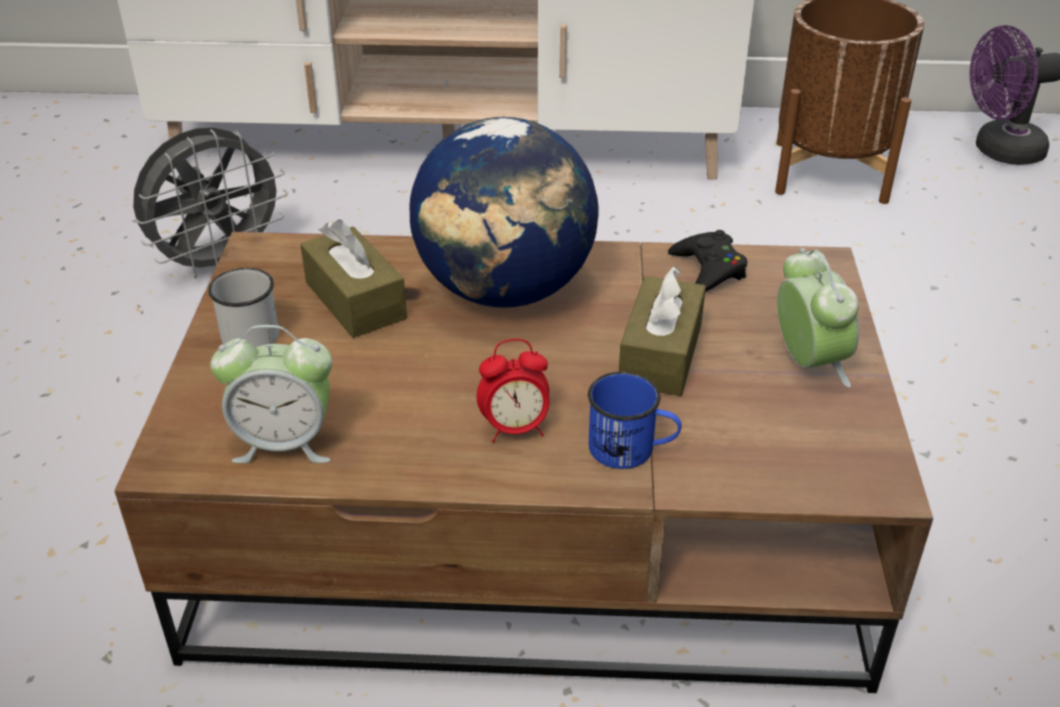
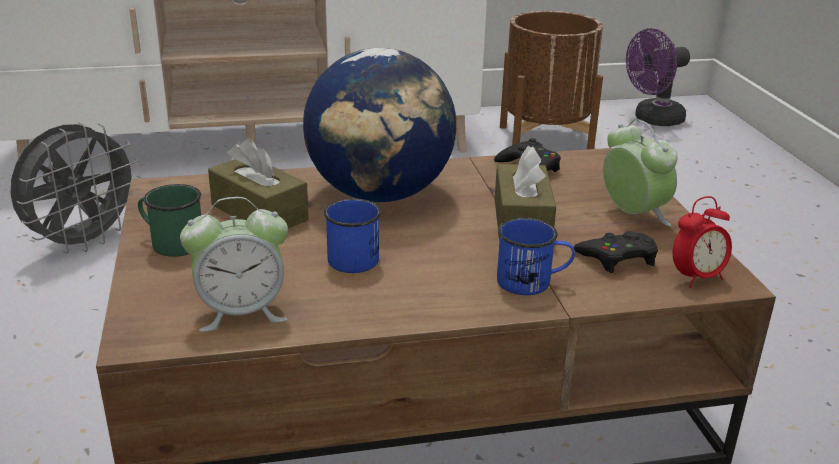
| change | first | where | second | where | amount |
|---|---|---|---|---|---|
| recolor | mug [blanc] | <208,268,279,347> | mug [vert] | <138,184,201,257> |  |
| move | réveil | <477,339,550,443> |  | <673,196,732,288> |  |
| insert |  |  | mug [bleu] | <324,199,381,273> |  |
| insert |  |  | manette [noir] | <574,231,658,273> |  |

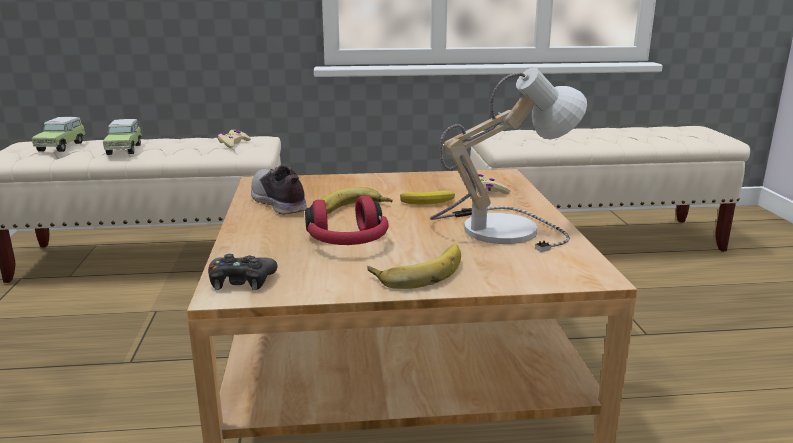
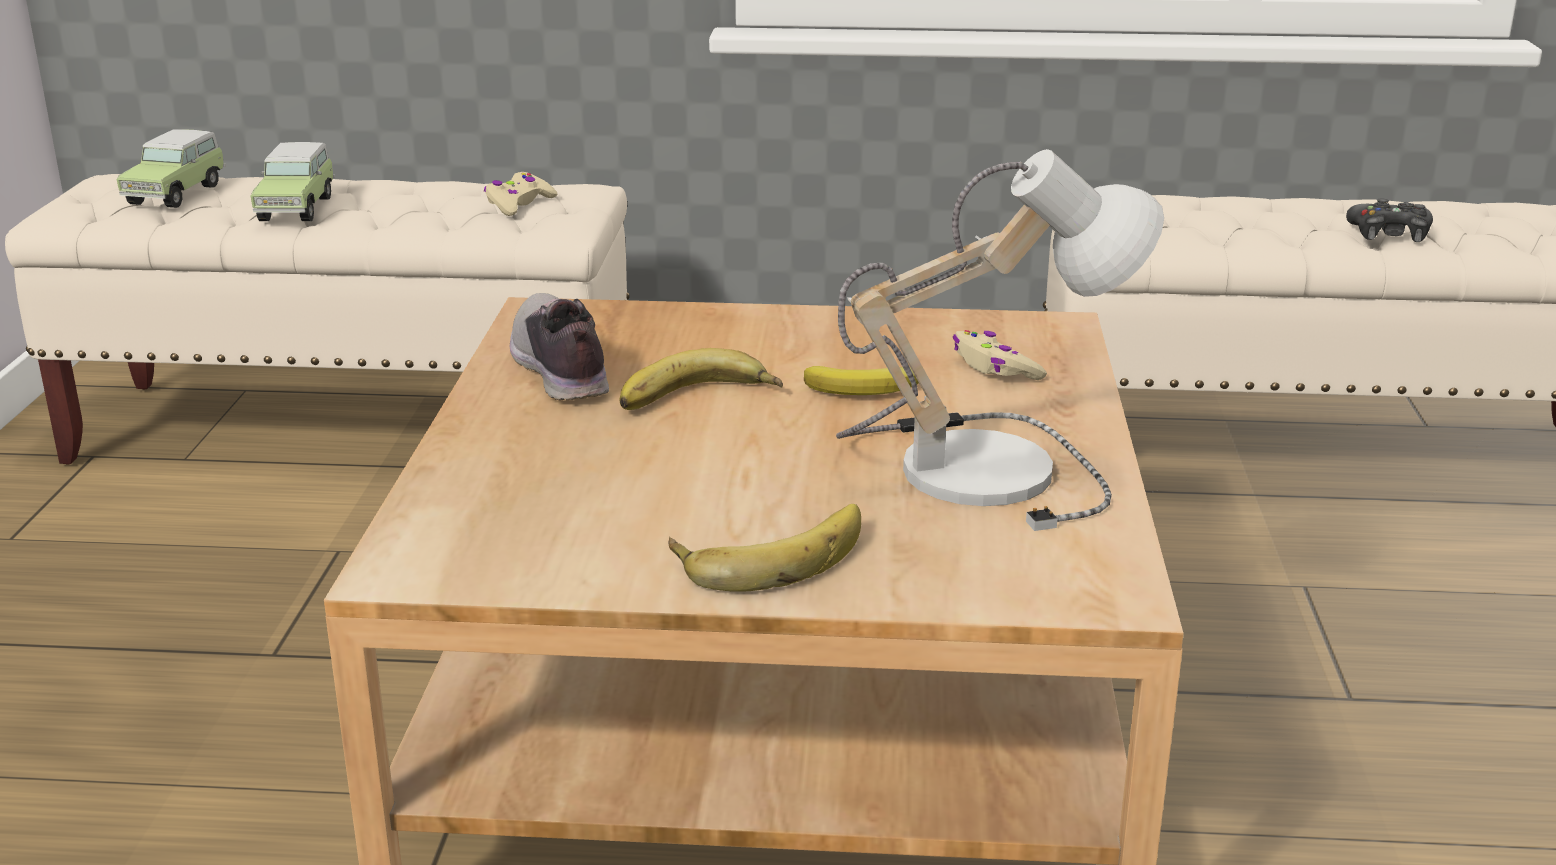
| change | first | where | second | where | amount |
|---|---|---|---|---|---|
| delete | casque audio [rouge] | <305,196,389,245> |  |  |  |
| move | manette [noir] | <208,254,277,290> |  | <1346,198,1433,242> |  |

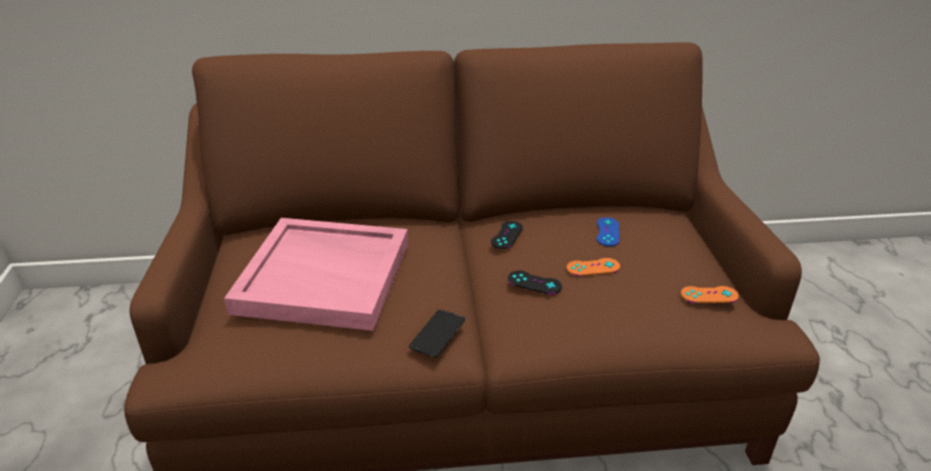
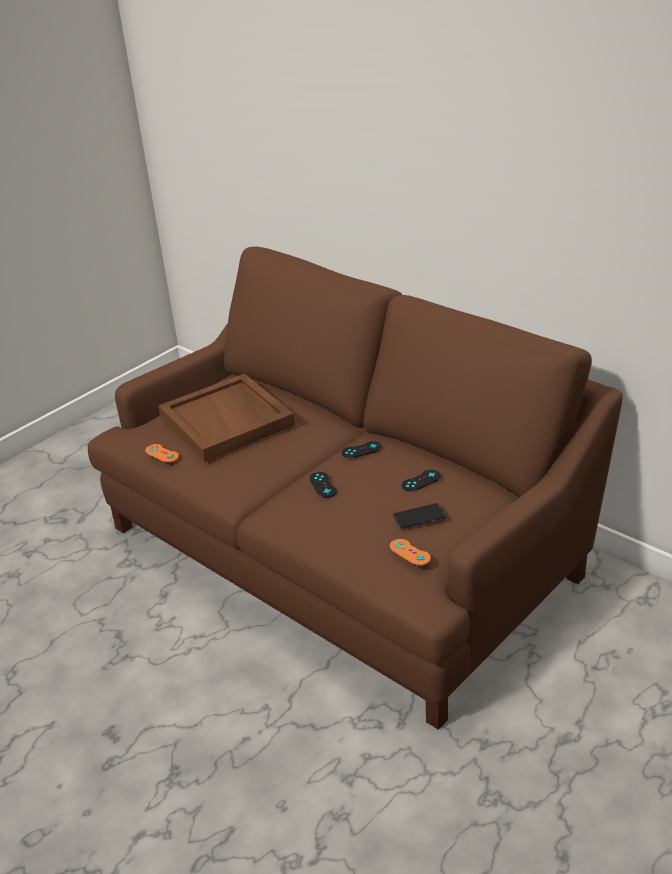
| change | first | where | second | where | amount |
|---|---|---|---|---|---|
| recolor | manette [bleu] | <597,217,619,246> | manette [noir] | <402,470,441,491> |  |
| recolor | plateau [rose] | <224,218,408,331> | plateau [marron] | <158,373,295,462> |  |
| move | manette [orange] | <567,258,620,276> |  | <145,444,179,463> |  |
| move | téléphone | <409,310,465,357> |  | <393,503,446,528> |  |

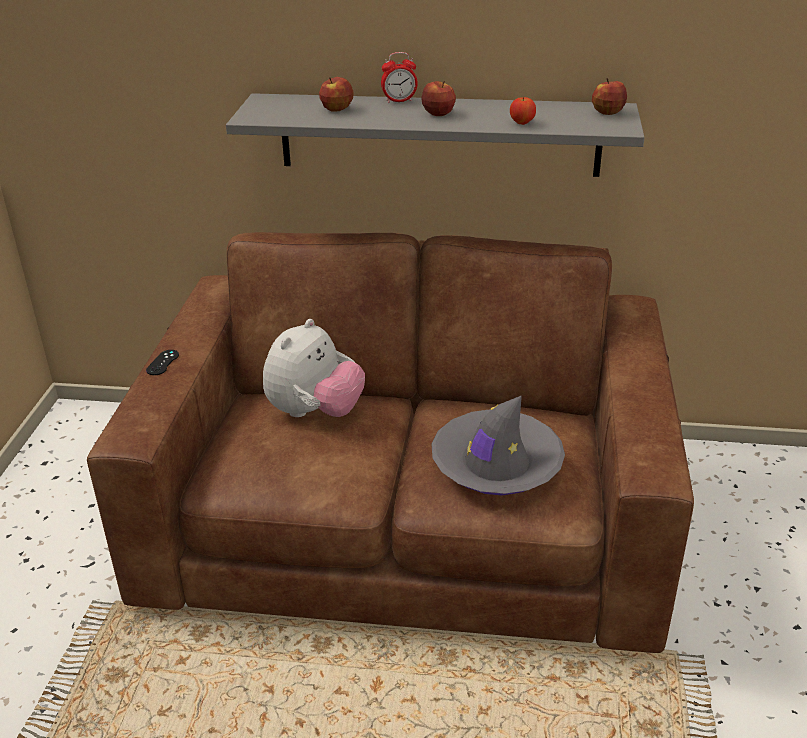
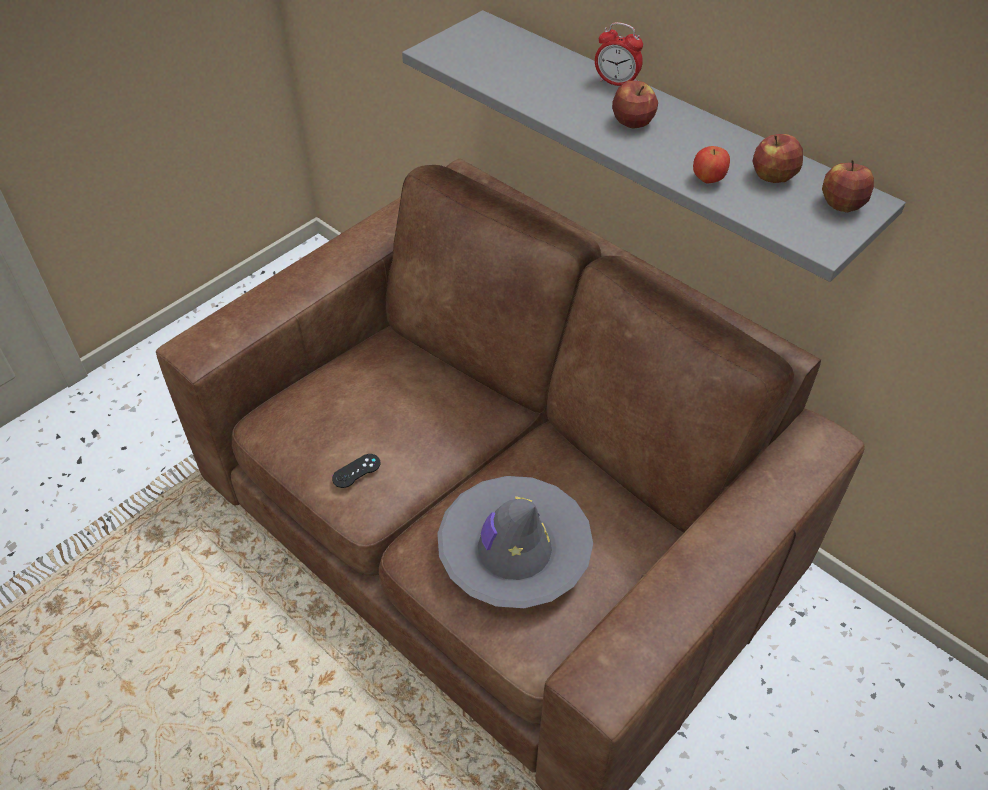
| change | first | where | second | where | amount |
|---|---|---|---|---|---|
| move | pomme | <319,77,354,112> |  | <752,134,803,183> |  |
| delete | peluche | <263,319,365,417> |  |  |  |
| move | manette [noir] | <146,350,179,375> |  | <332,454,381,488> |  |

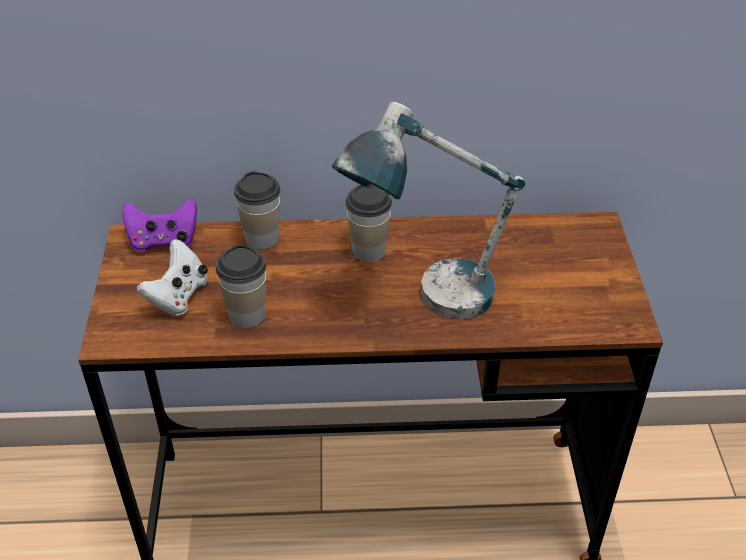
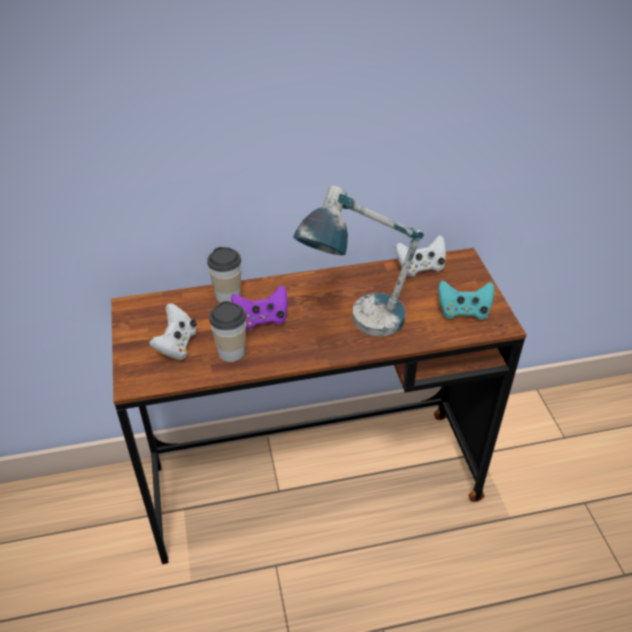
| change | first | where | second | where | amount |
|---|---|---|---|---|---|
| delete | tasse | <345,185,392,262> |  |  |  |
| move | manette [violet] | <122,198,197,252> |  | <231,285,288,330> |  |
| insert |  |  | manette [blanc] | <395,235,446,276> |  |
| insert |  |  | manette [turquoise] | <438,281,494,319> |  |

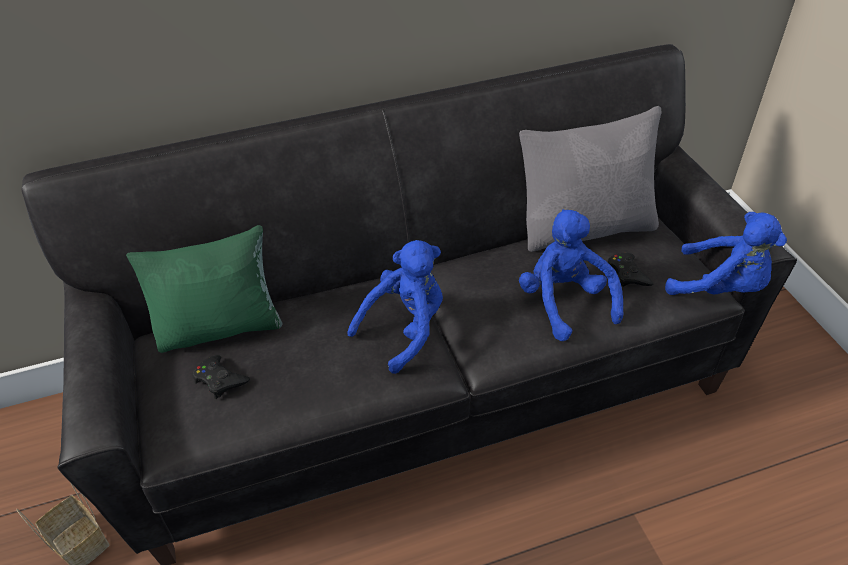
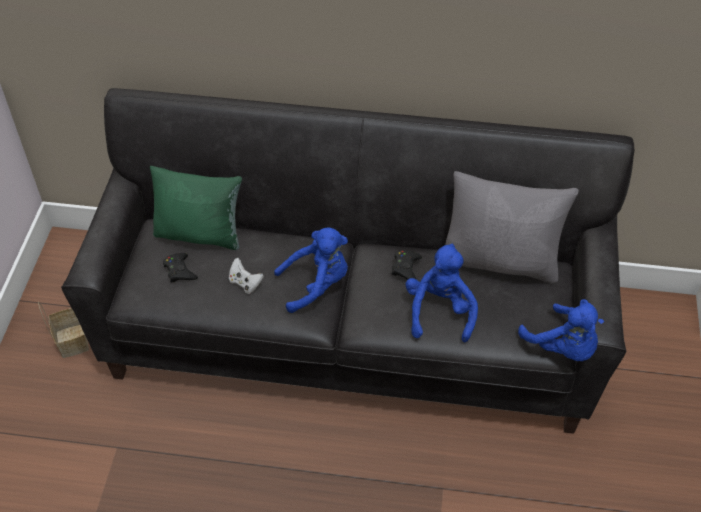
| change | first | where | second | where | amount |
|---|---|---|---|---|---|
| move | manette [noir] | <608,253,654,287> |  | <392,250,422,280> |  |
| insert |  |  | manette [blanc] | <229,258,264,294> |  |

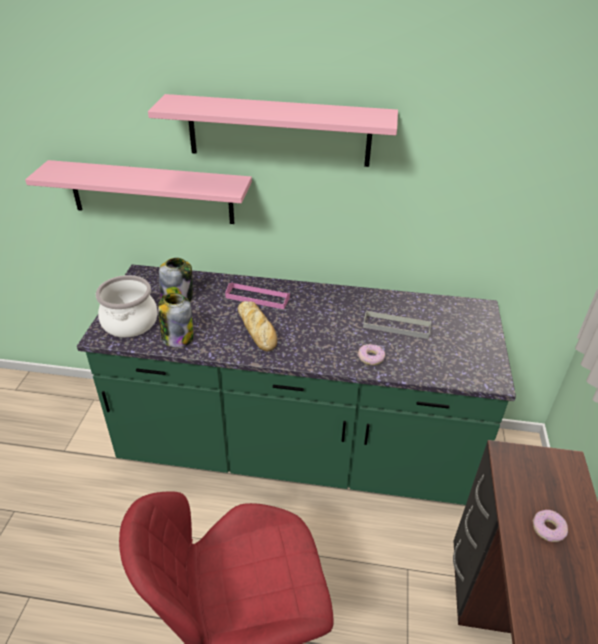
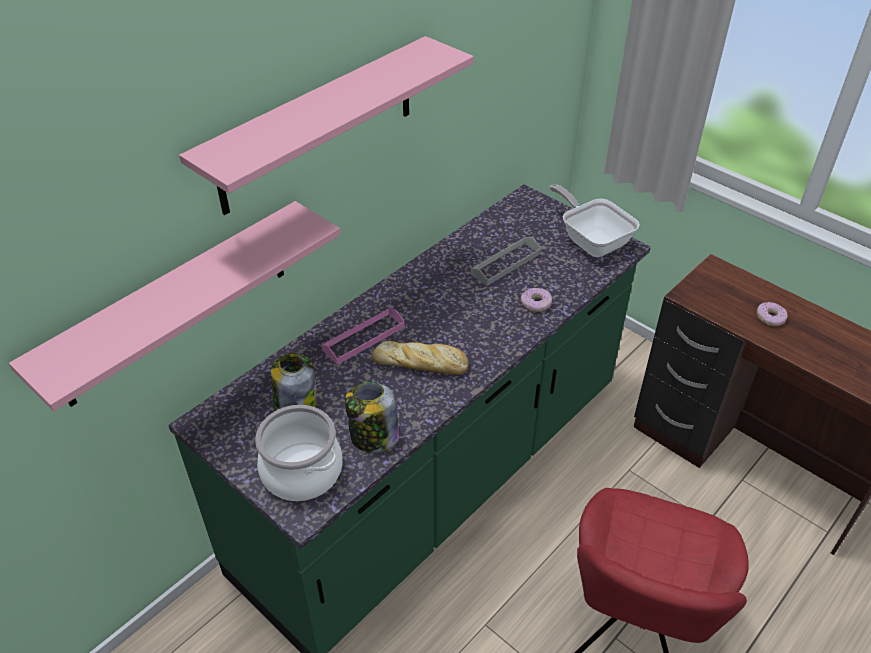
| change | first | where | second | where | amount |
|---|---|---|---|---|---|
| insert |  |  | poêle | <550,184,640,257> |  |

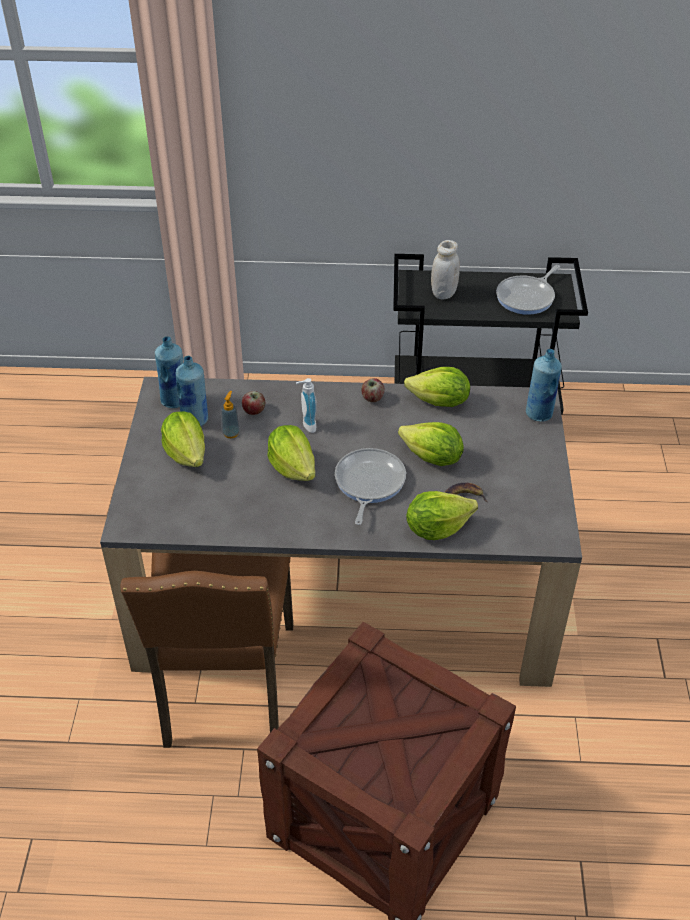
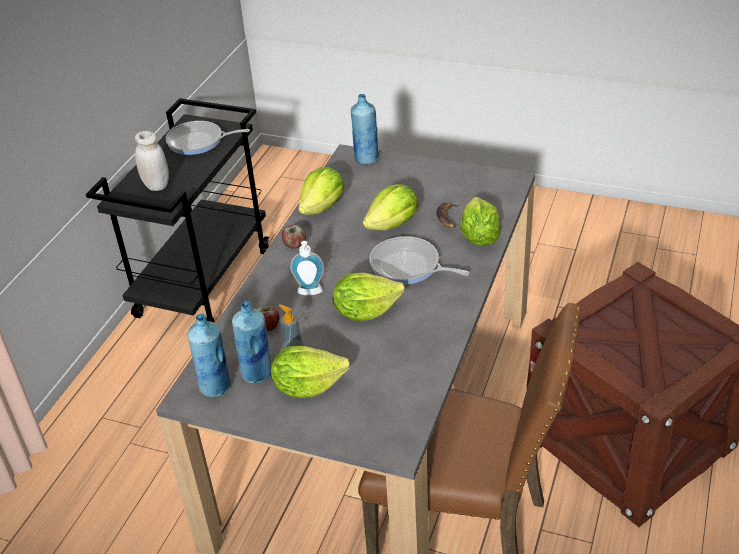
| change | first | where | second | where | amount |
|---|---|---|---|---|---|
| rotate | poêle | <496,265,560,315> |  | <166,121,250,155> | 120 degrees clockwise |

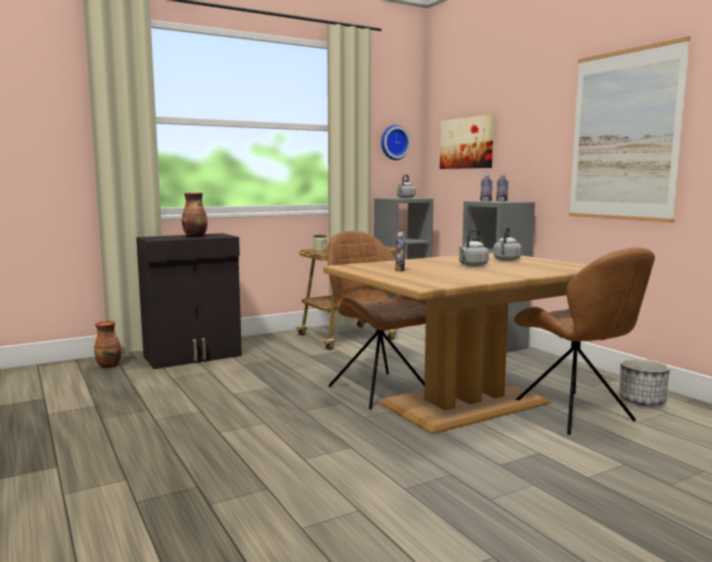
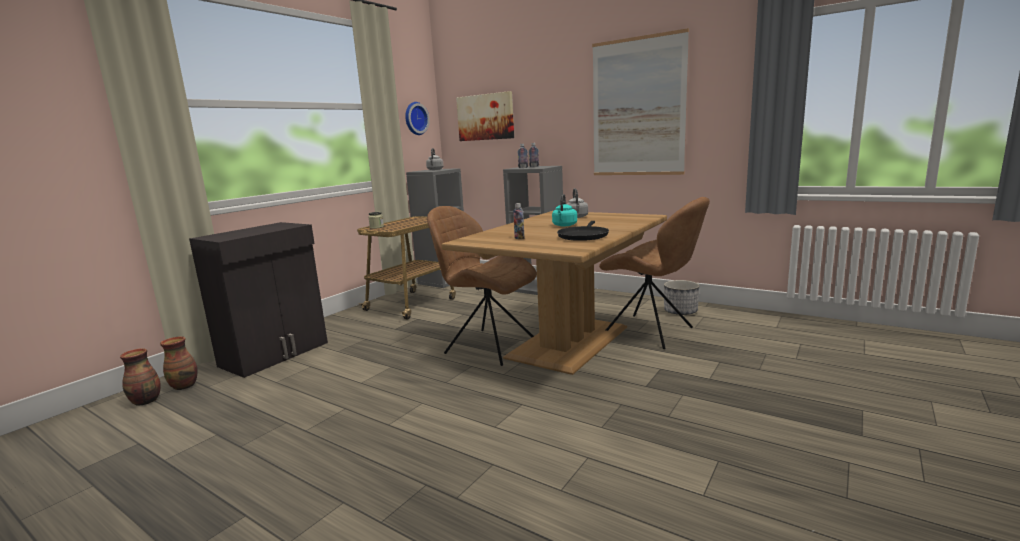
| change | first | where | second | where | amount |
|---|---|---|---|---|---|
| move | vase | <182,193,208,237> |  | <120,348,161,406> |  |
| recolor | bouilloire [gris] | <459,229,489,266> | bouilloire [turquoise] | <552,194,577,227> |  |
| insert |  |  | poêle [noir] | <557,221,609,241> |  |

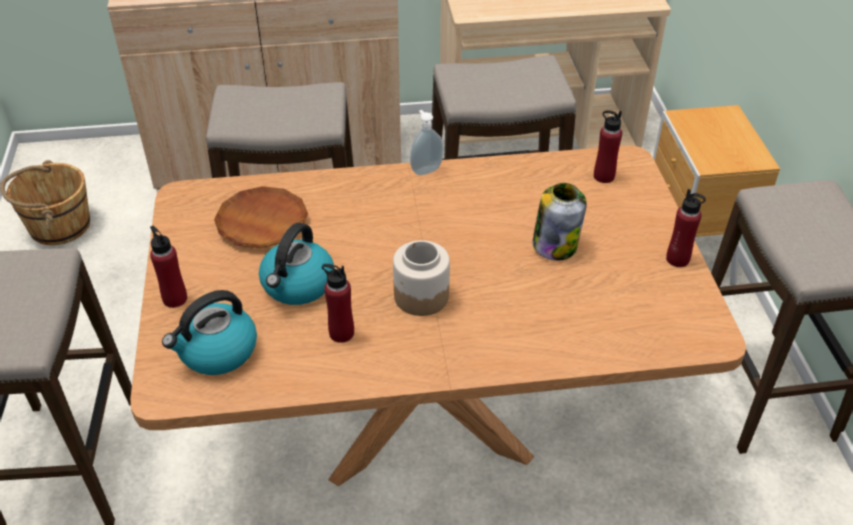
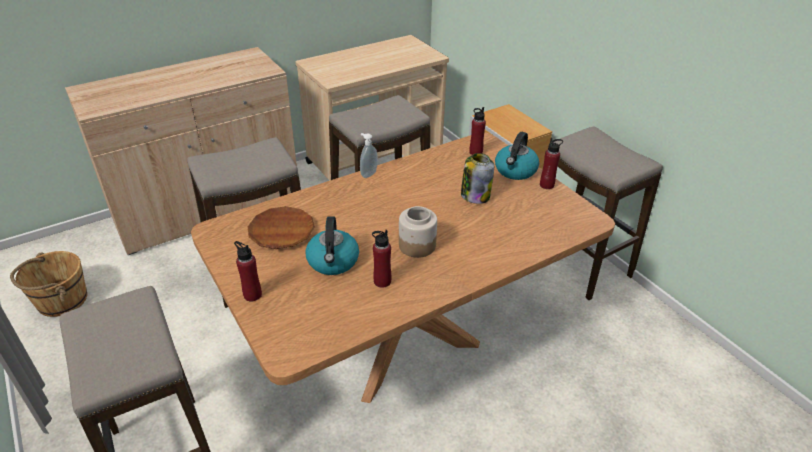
| change | first | where | second | where | amount |
|---|---|---|---|---|---|
| move | bouilloire | <162,290,257,375> |  | <495,132,539,180> |  |

